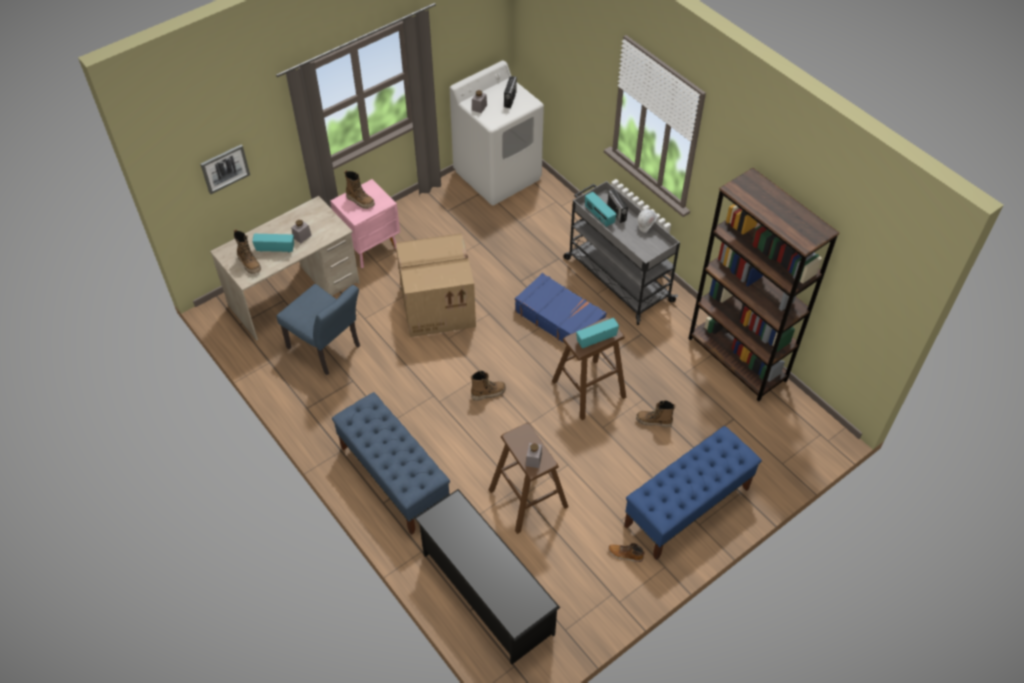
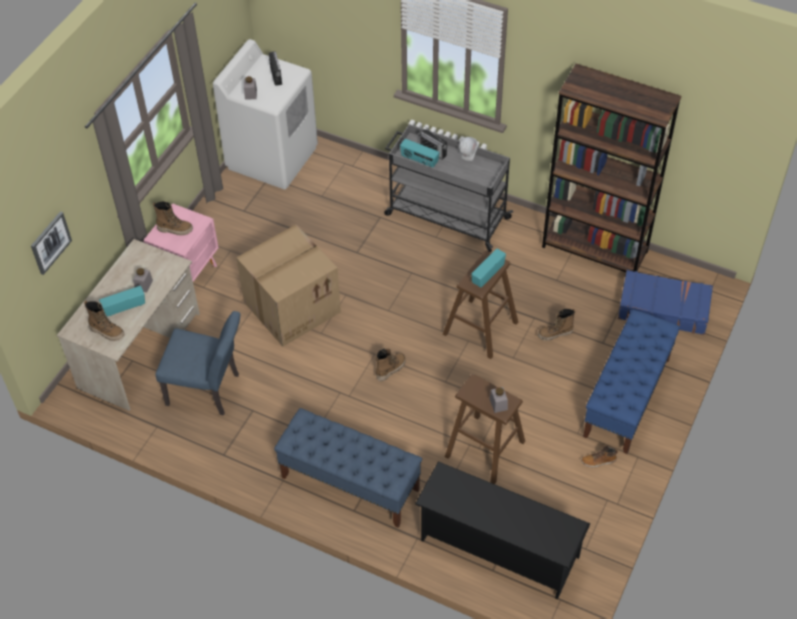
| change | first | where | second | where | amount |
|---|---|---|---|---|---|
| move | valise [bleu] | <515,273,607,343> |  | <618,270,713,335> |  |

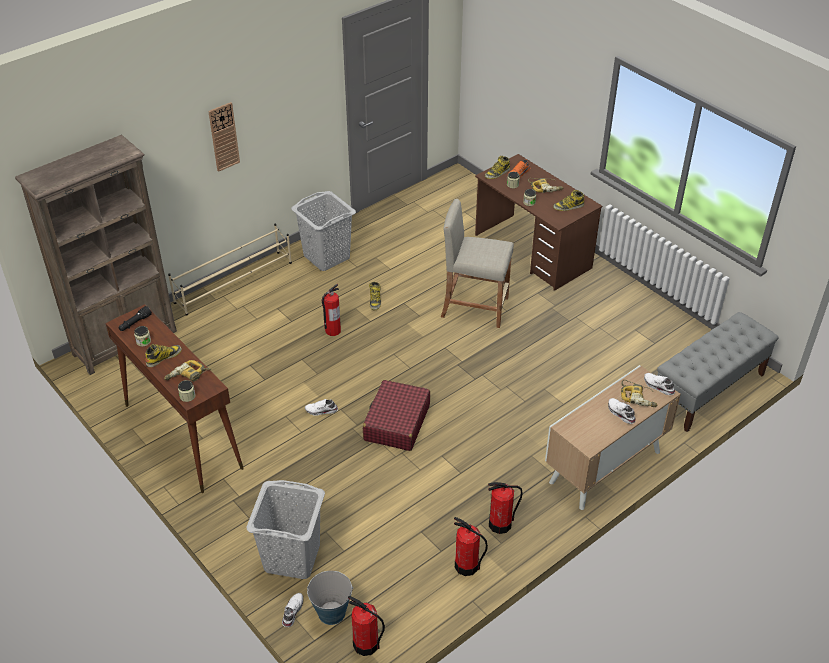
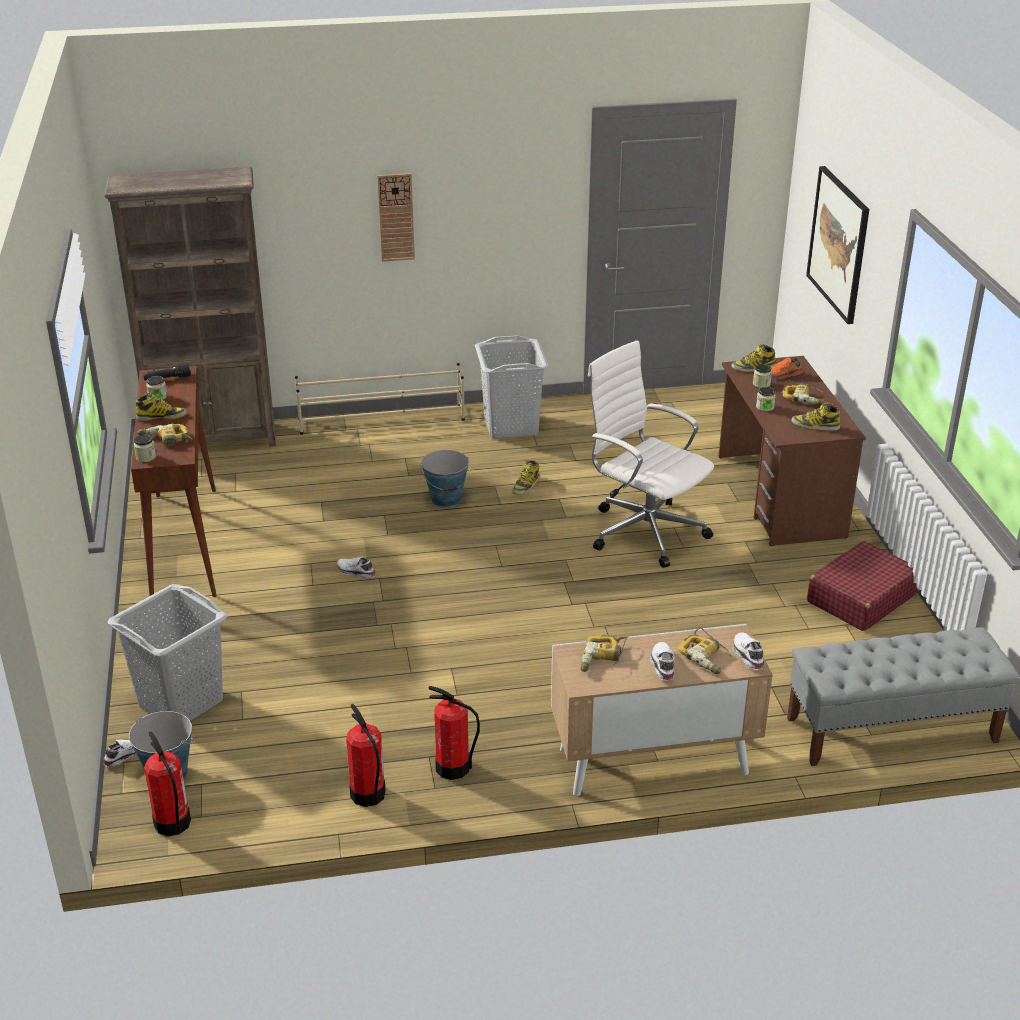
| change | first | where | second | where | amount |
|---|---|---|---|---|---|
| replace | tabouret [beige] | <441,199,514,328> | chaise de bureau [blanc] | <588,340,714,568> |  |
| replace | extincteur | <322,284,341,336> | seau | <421,450,471,507> |  |
| move | valise [rouge] | <363,380,430,451> |  | <807,541,917,631> |  |
| insert |  |  | tableau | <806,166,869,324> |  |
| insert |  |  | perceuse | <581,635,628,672> |  |

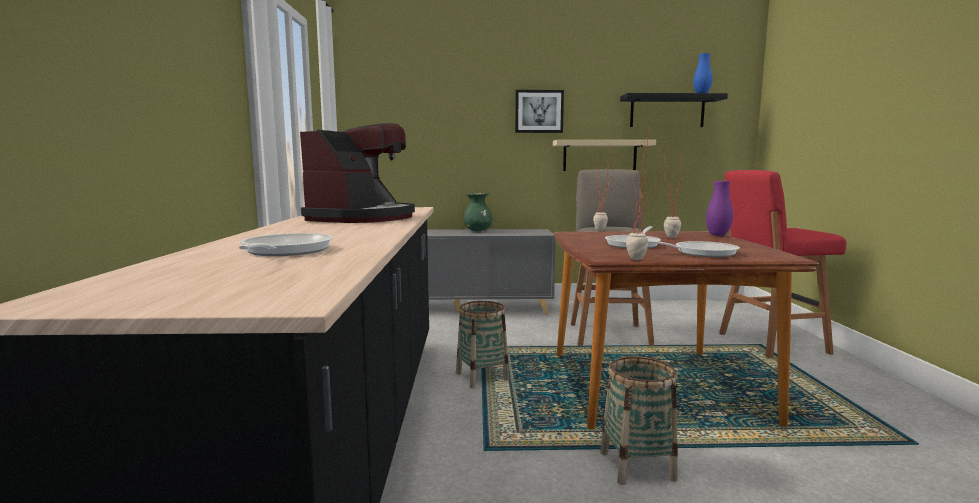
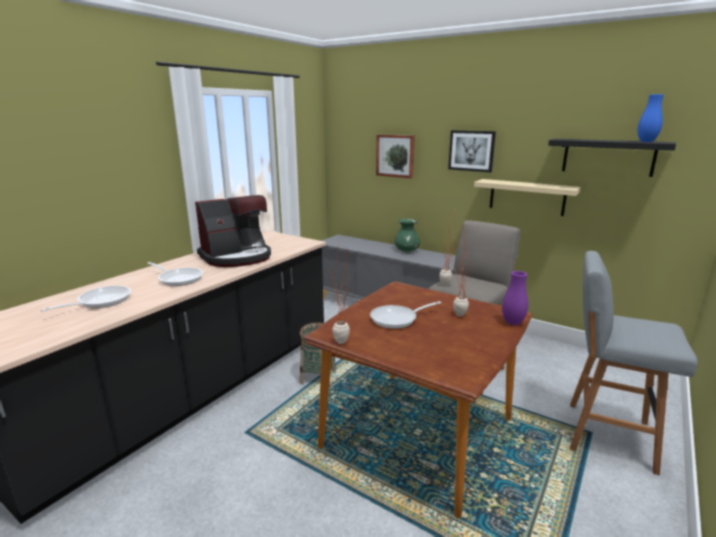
| change | first | where | second | where | amount |
|---|---|---|---|---|---|
| recolor | tabouret [rouge] | <719,170,847,358> | tabouret [gris] | <570,251,698,475> |  |
| move | poêle | <648,240,740,257> |  | <147,262,203,286> |  |
| delete | panier | <600,356,678,485> |  |  |  |
| insert |  |  | tableau | <376,134,415,178> |  |

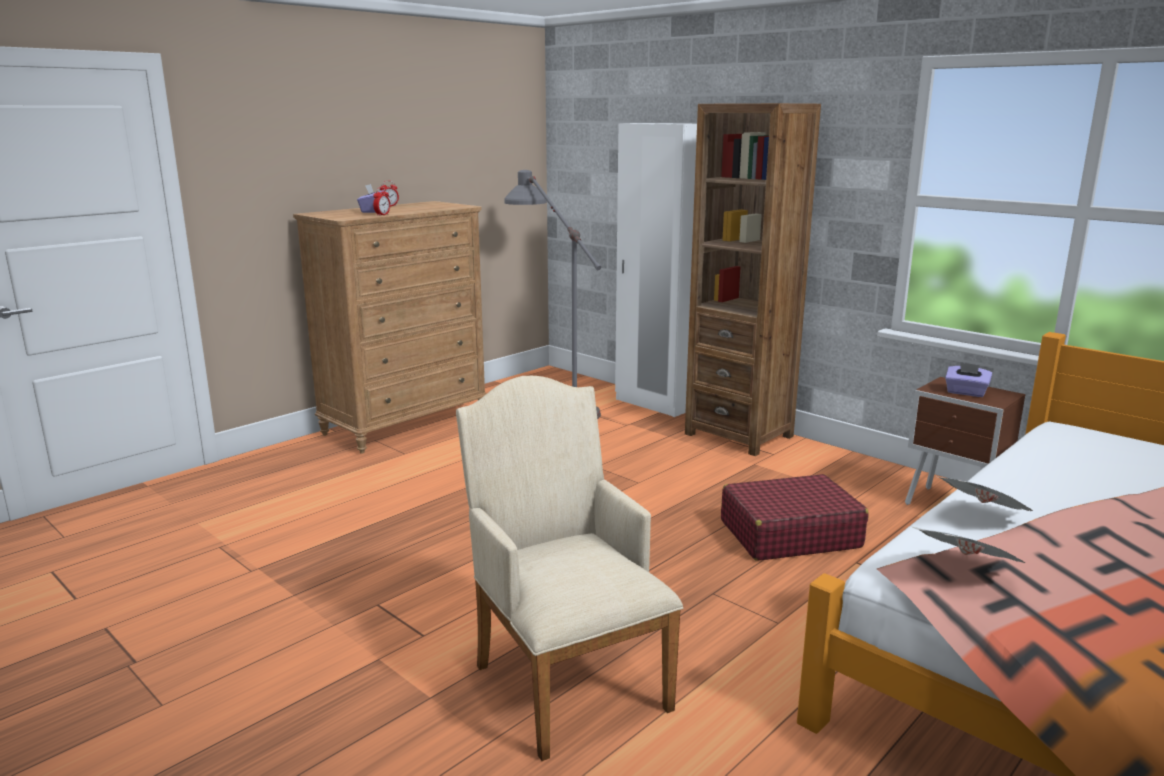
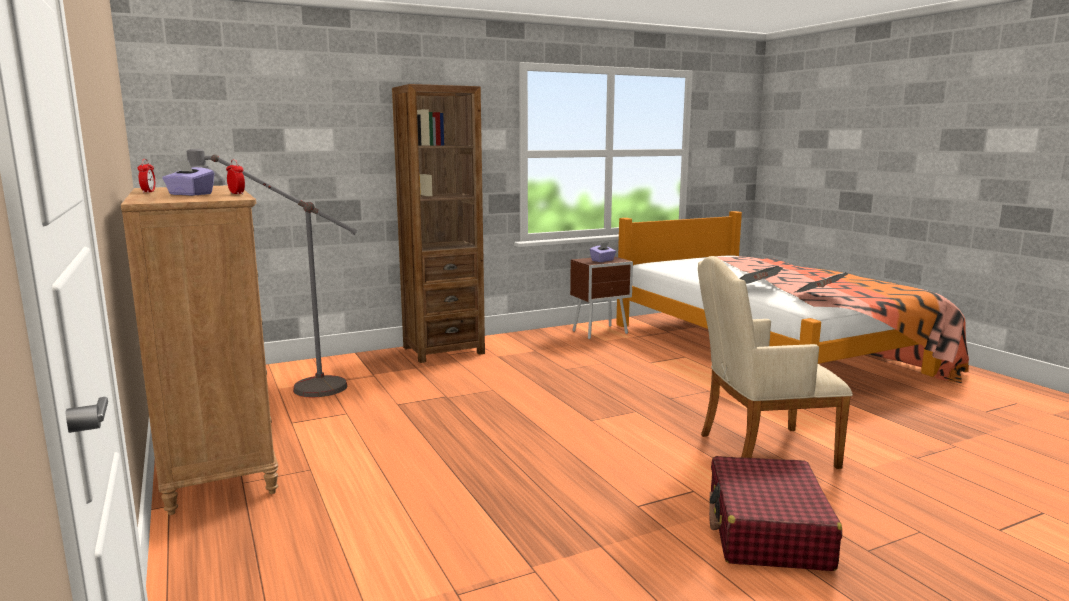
| change | first | where | second | where | amount |
|---|---|---|---|---|---|
| delete | armoire [blanc] | <615,123,697,417> |  |  |  |
| move | valise [rouge] | <721,474,869,561> |  | <709,456,842,571> |  |

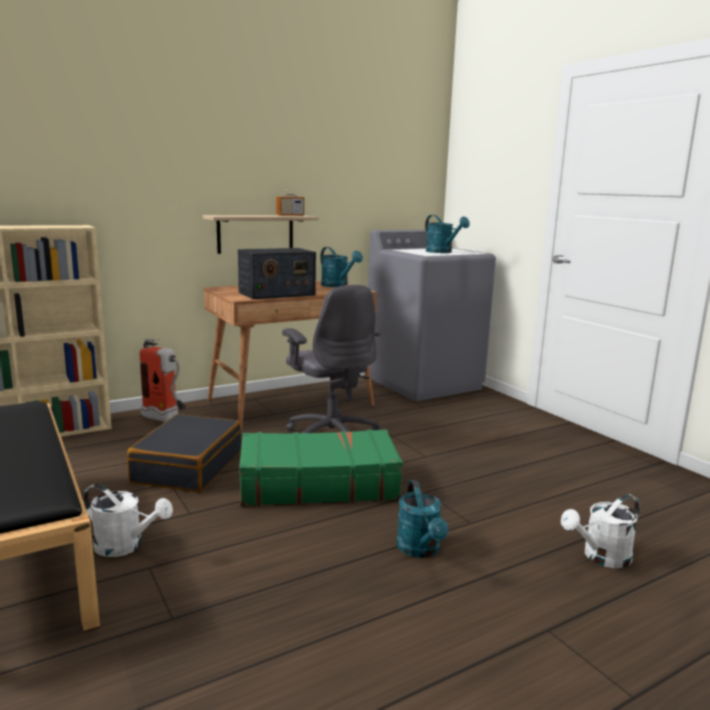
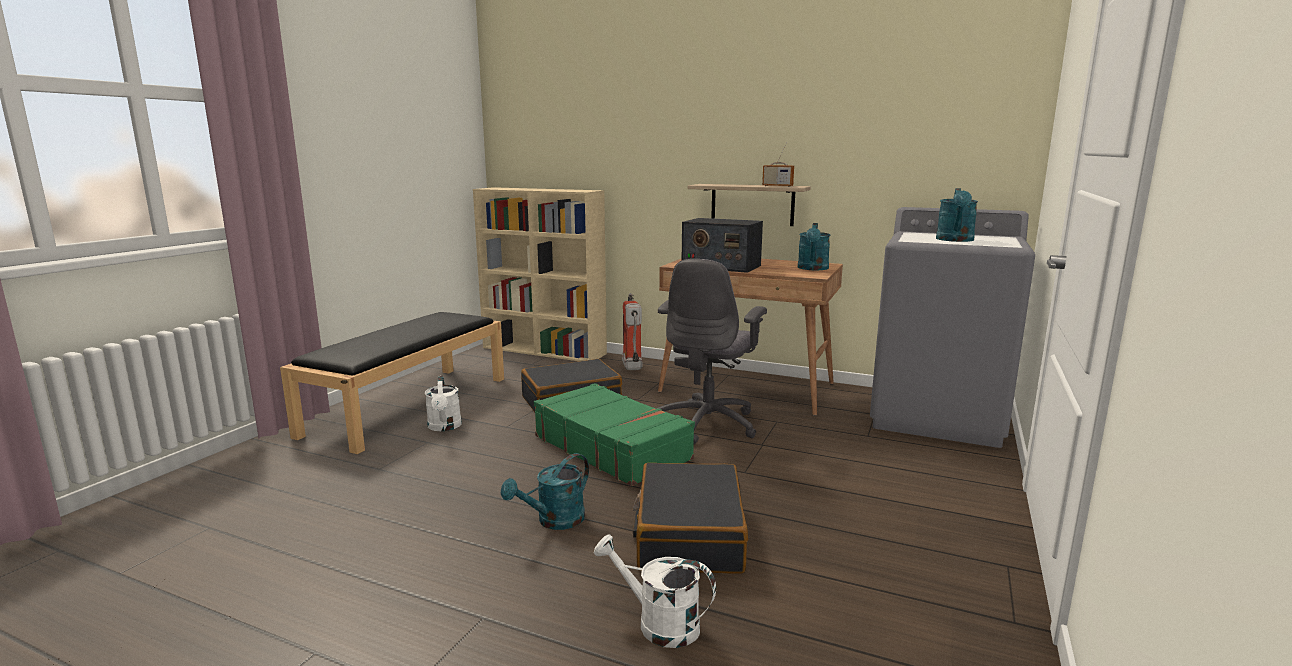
| change | first | where | second | where | amount |
|---|---|---|---|---|---|
| insert |  |  | valise [noir] | <632,463,748,574> |  |

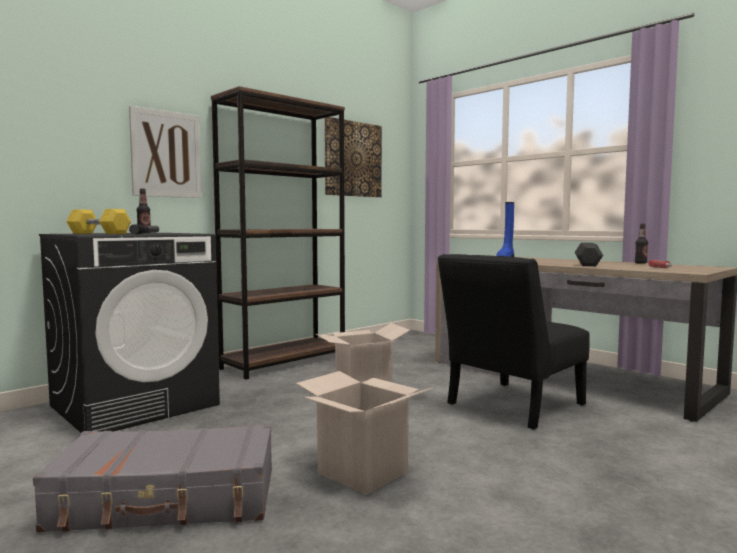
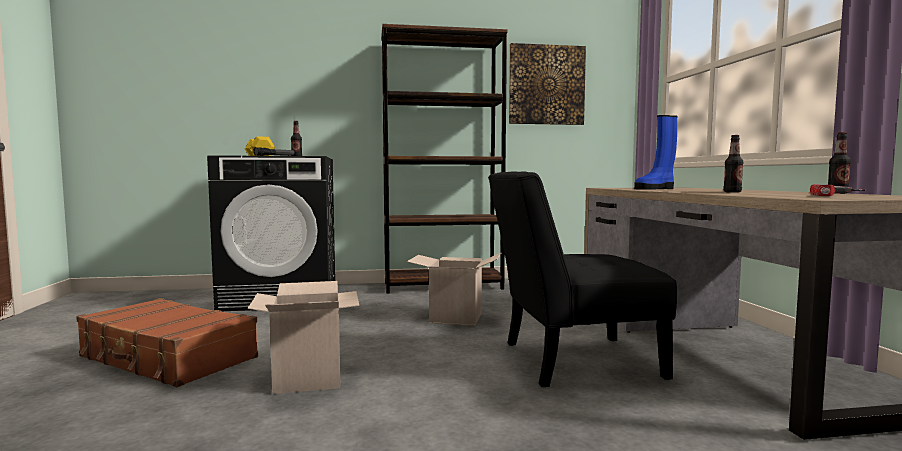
| change | first | where | second | where | amount |
|---|---|---|---|---|---|
| delete | tableau | <129,106,201,198> |  |  |  |
| replace | haltère [gris] | <574,243,603,266> | bouteille | <723,135,743,193> |  |
| recolor | valise [gris] | <33,424,272,533> | valise [marron] | <76,298,258,387> |  |

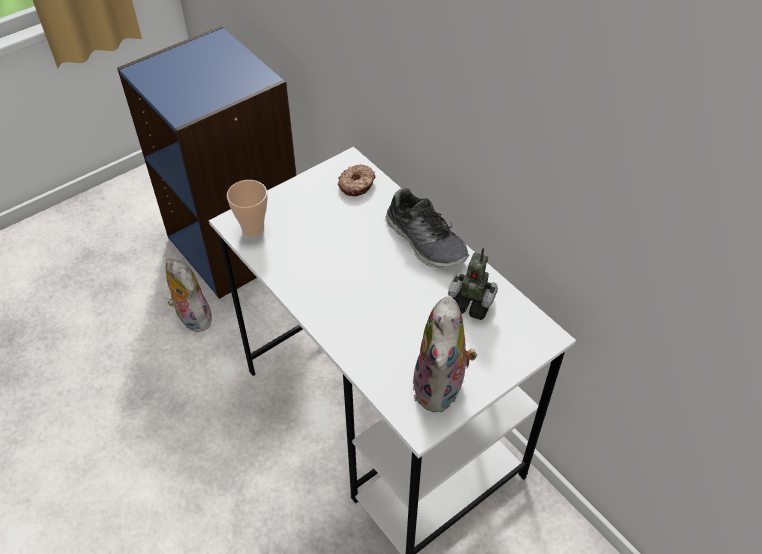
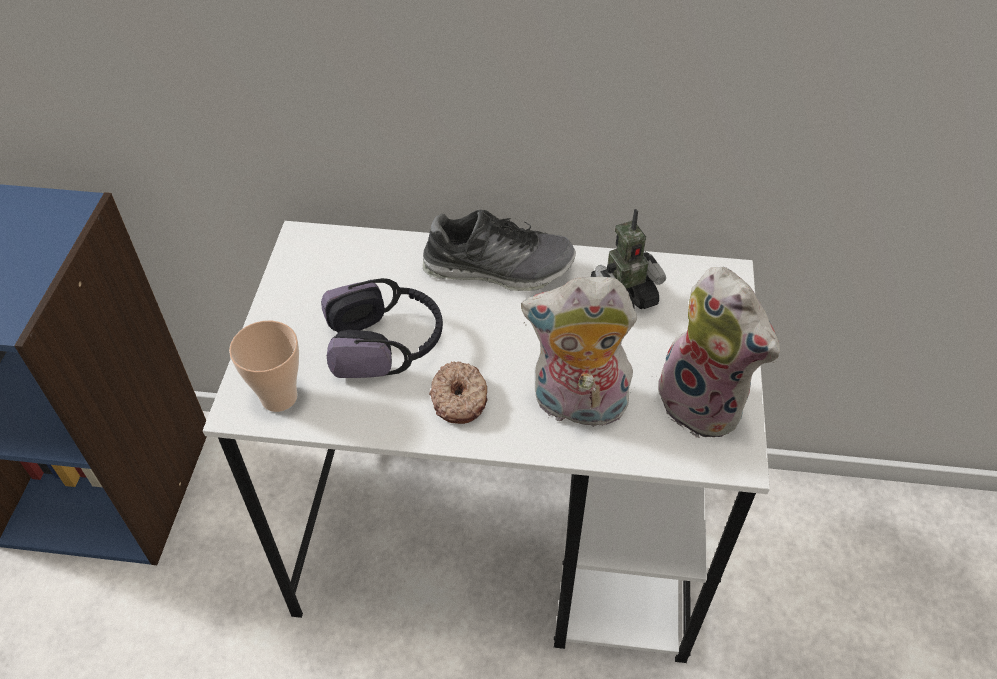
| change | first | where | second | where | amount |
|---|---|---|---|---|---|
| move | beignet | <338,164,376,196> |  | <429,361,487,424> |  |
| move | peluche | <166,259,215,332> |  | <521,277,637,433> |  |
| insert |  |  | casque audio | <321,278,443,378> |  |

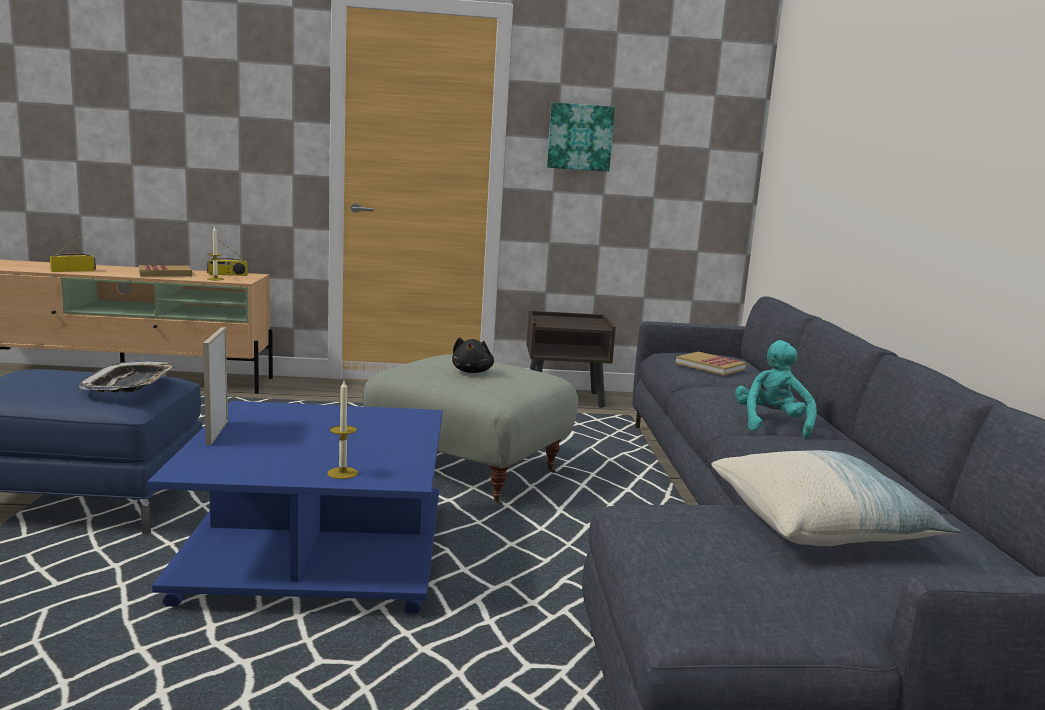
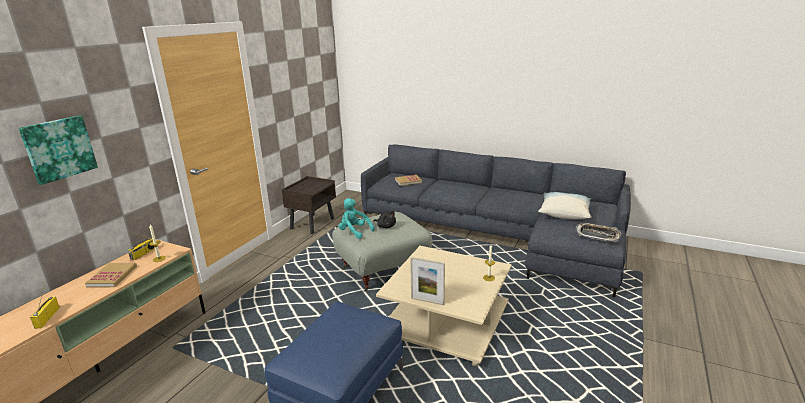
| change | first | where | second | where | amount |
|---|---|---|---|---|---|
| move | tableau | <547,102,615,172> |  | <19,116,98,185> |  |
| move | peluche [turquoise] | <735,340,817,439> |  | <339,198,375,239> |  |
| move | plateau | <79,361,176,392> |  | <575,223,621,242> |  |
| recolor | table basse [bleu] | <147,401,442,613> | table basse [beige] | <376,246,511,367> |  |

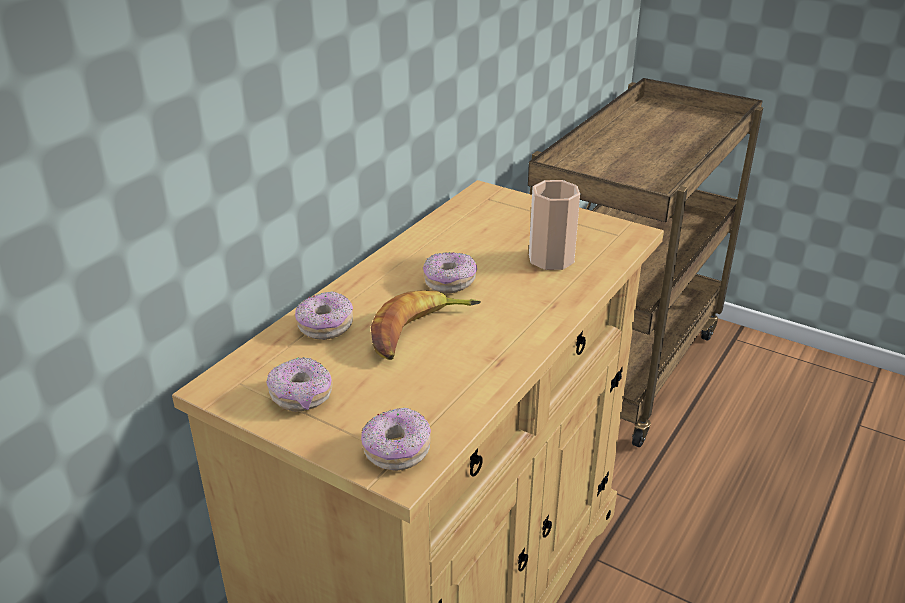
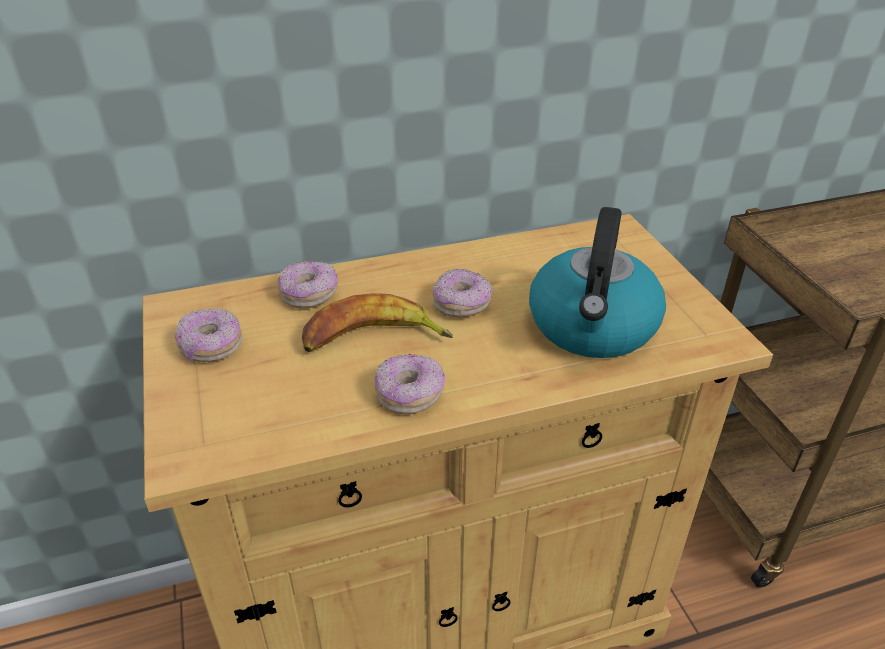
| change | first | where | second | where | amount |
|---|---|---|---|---|---|
| replace | tasse | <529,180,580,270> | bouilloire | <529,207,666,358> |  |
| move | beignet | <361,408,431,471> |  | <374,354,445,415> |  |

